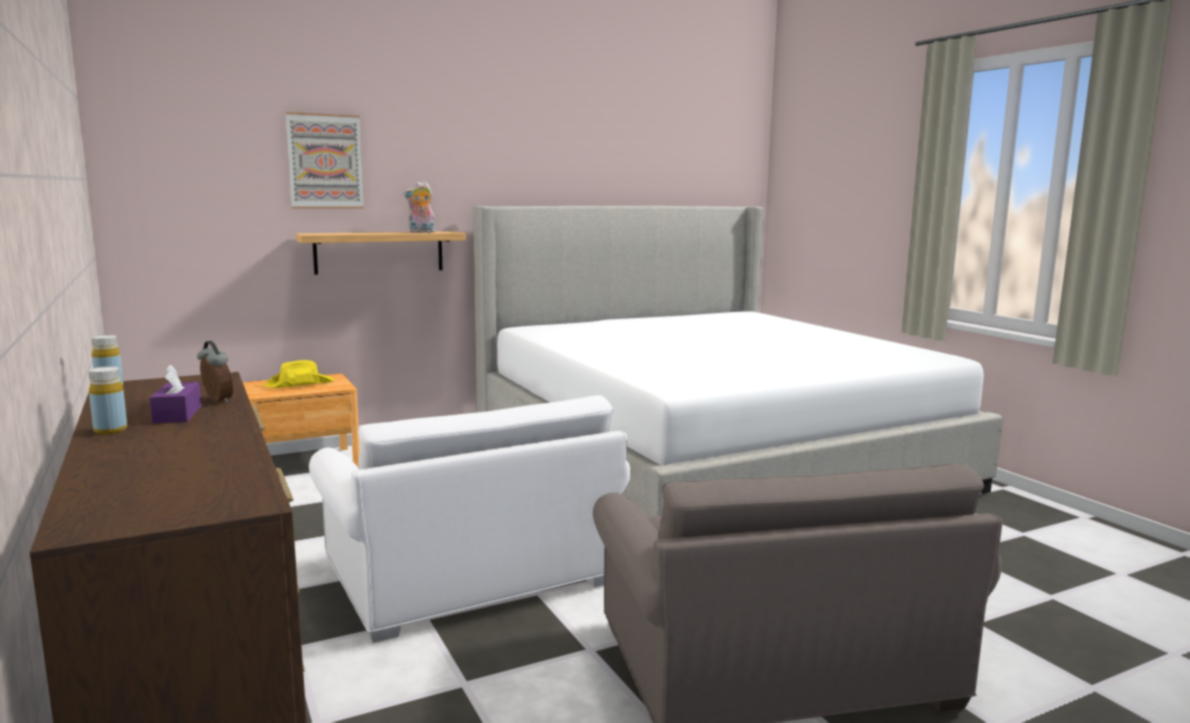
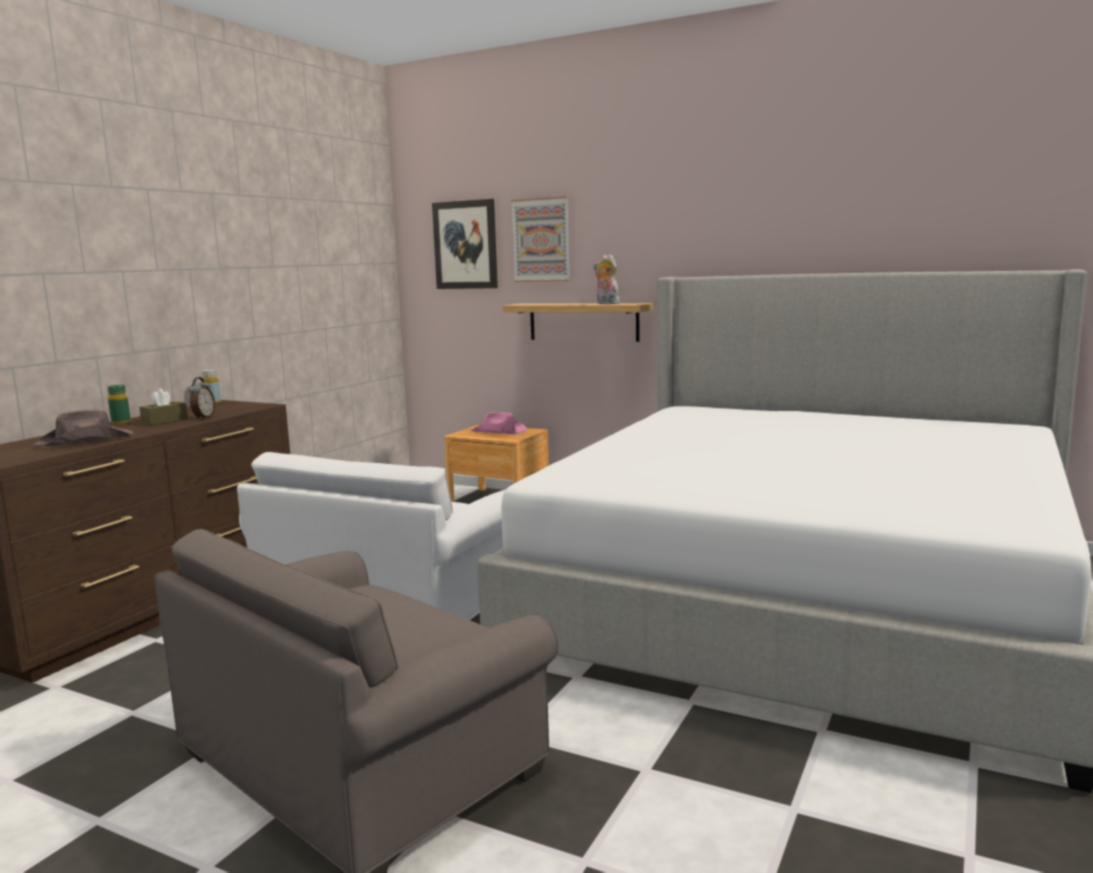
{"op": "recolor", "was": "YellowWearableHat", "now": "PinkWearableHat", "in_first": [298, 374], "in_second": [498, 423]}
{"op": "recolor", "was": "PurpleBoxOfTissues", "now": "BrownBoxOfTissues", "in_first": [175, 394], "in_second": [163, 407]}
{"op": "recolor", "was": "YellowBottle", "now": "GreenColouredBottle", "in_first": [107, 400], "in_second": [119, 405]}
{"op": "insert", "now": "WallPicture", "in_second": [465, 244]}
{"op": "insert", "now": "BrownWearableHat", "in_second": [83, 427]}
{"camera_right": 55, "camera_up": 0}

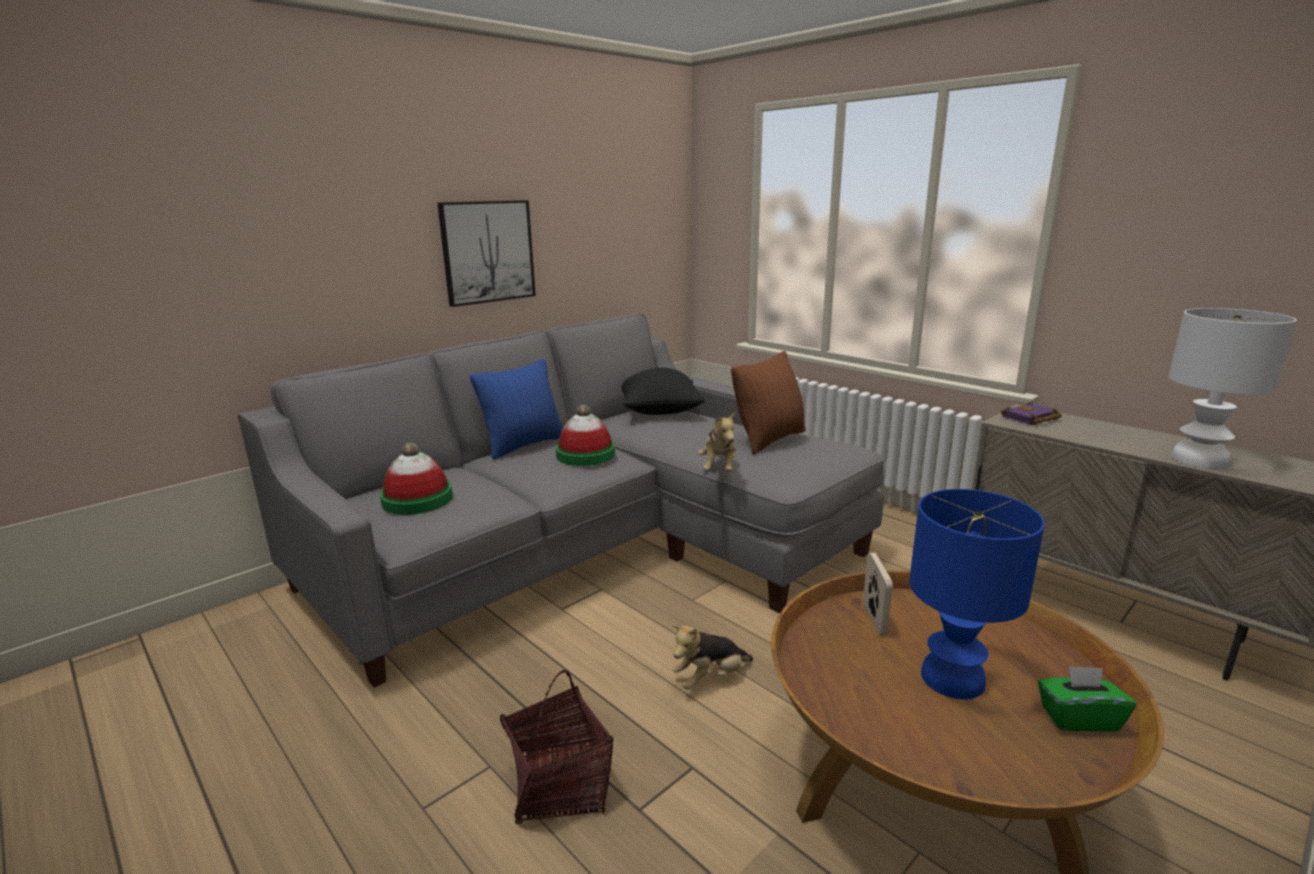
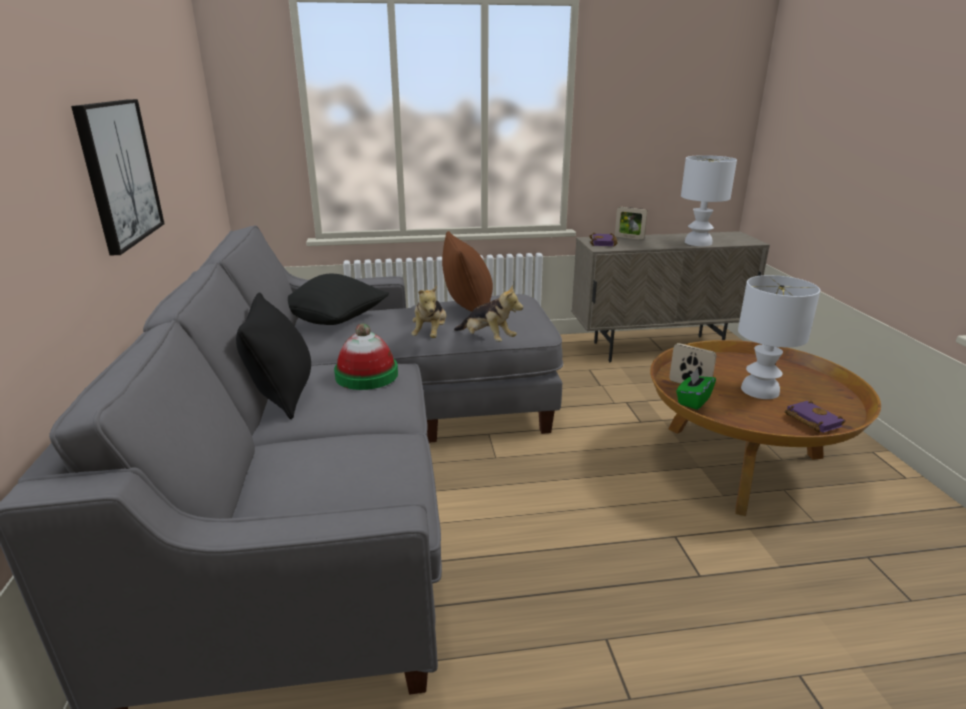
{"op": "recolor", "was": "BluishCushion", "now": "BlackColouredCushion", "in_first": [517, 409], "in_second": [273, 355]}
{"op": "delete", "was": "WearableHat", "in_first": [416, 478]}
{"op": "recolor", "was": "BluishLampForATable", "now": "WhiteLampForATable", "in_first": [977, 594], "in_second": [779, 337]}
{"op": "move", "was": "SoftToy", "in_first": [712, 657], "in_second": [428, 311]}
{"op": "move", "was": "GreenColouredBoxOfTissues", "in_first": [1087, 699], "in_second": [696, 389]}
{"op": "delete", "was": "HouseholdBasket", "in_first": [557, 747]}
{"op": "insert", "now": "PhotoFrame", "in_second": [631, 223]}
{"op": "insert", "now": "PurpleBoundBook", "in_second": [815, 417]}
{"camera_right": -55, "camera_up": 5}

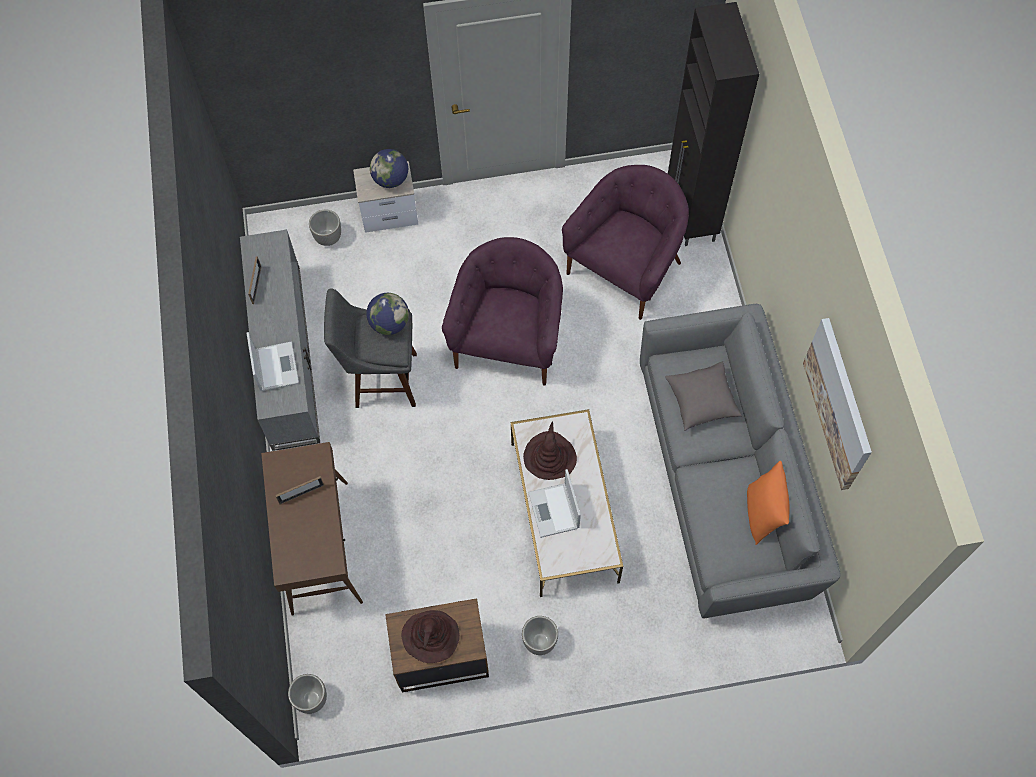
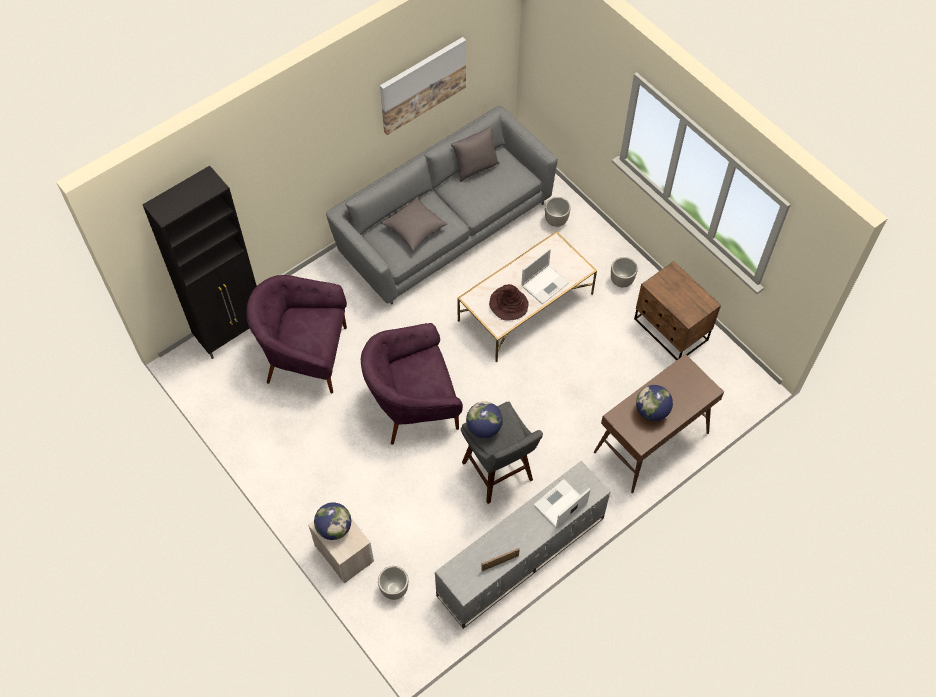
{"op": "recolor", "was": "OrangeColouredCushion", "now": "GrayCushion", "in_first": [768, 503], "in_second": [475, 154]}
{"op": "replace", "was": "PhotoFrame", "now": "Globe", "in_first": [299, 490], "in_second": [654, 403]}
{"op": "delete", "was": "BrownWearableHat", "in_first": [431, 636]}
{"op": "move", "was": "FlowerPot", "in_first": [307, 694], "in_second": [557, 212]}
{"camera_right": -120, "camera_up": -5}

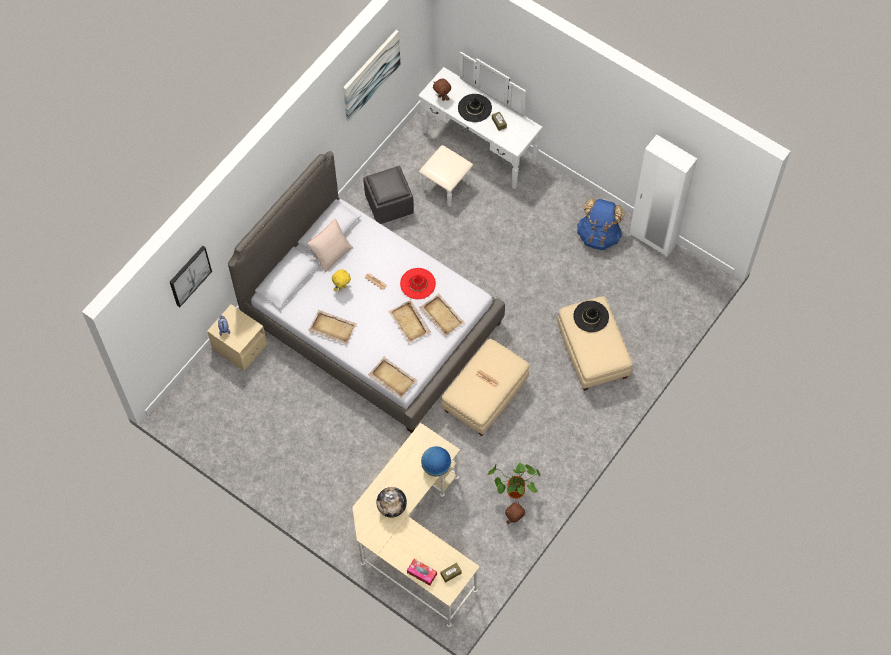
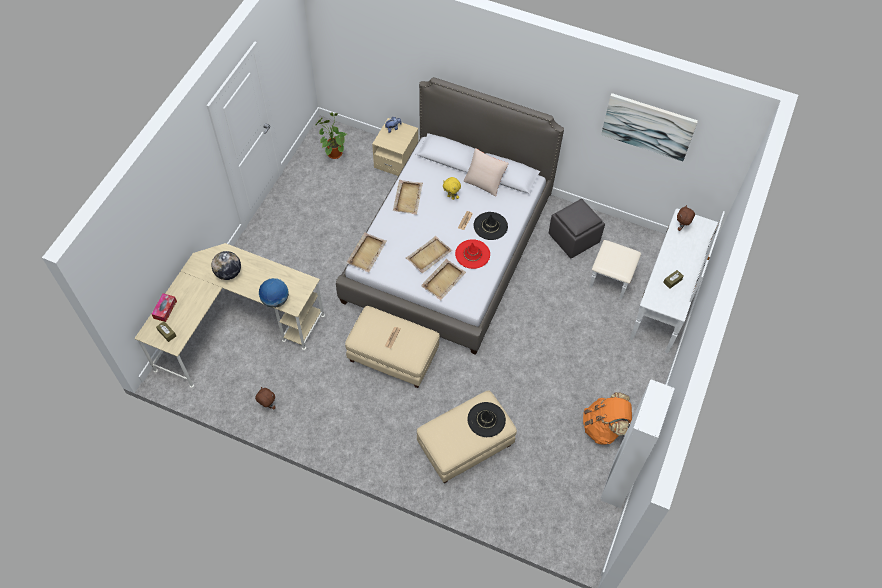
{"op": "move", "was": "BlackColouredWearableHat", "in_first": [475, 108], "in_second": [491, 226]}
{"op": "recolor", "was": "BluishRucksack", "now": "OrangeColouredRucksack", "in_first": [601, 224], "in_second": [607, 418]}
{"op": "delete", "was": "WallPicture", "in_first": [191, 276]}
{"op": "move", "was": "PlantInAPot", "in_first": [514, 481], "in_second": [331, 135]}
{"camera_right": 75, "camera_up": -5}

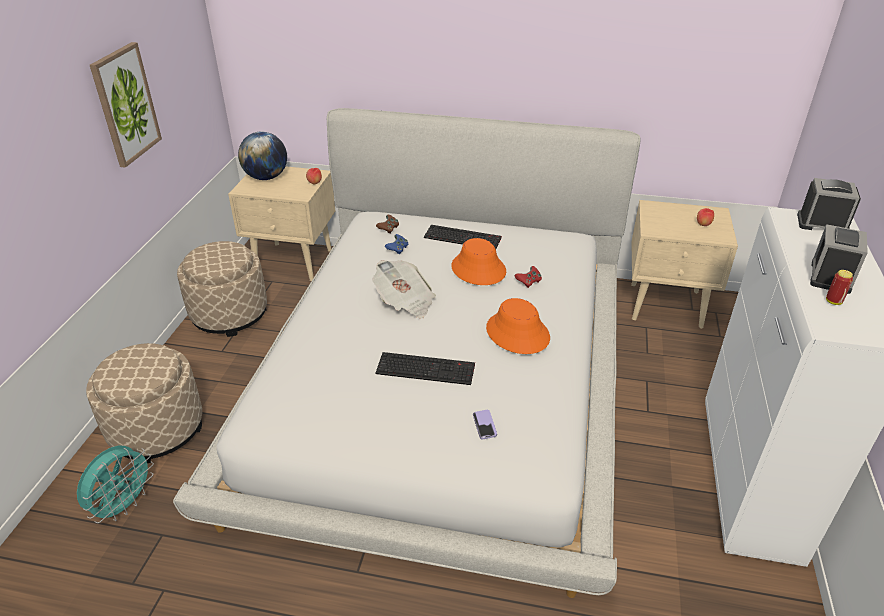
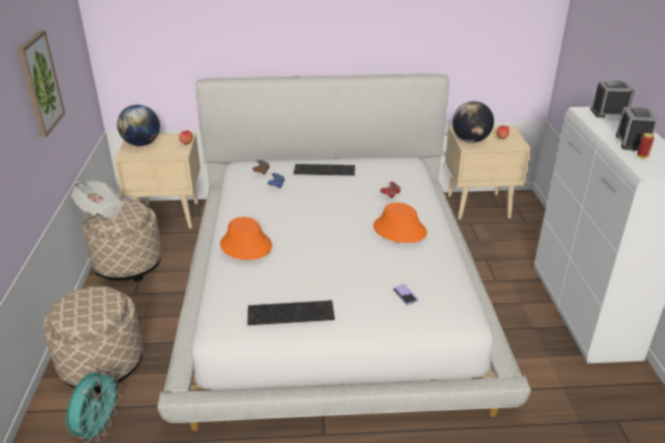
{"op": "move", "was": "OrangeColouredWearableHat", "in_first": [478, 261], "in_second": [246, 238]}
{"op": "move", "was": "Newspaper", "in_first": [404, 289], "in_second": [98, 200]}
{"op": "move", "was": "Keyboard", "in_first": [425, 368], "in_second": [291, 312]}
{"op": "insert", "now": "Globe", "in_second": [473, 122]}
{"camera_right": -15, "camera_up": -5}

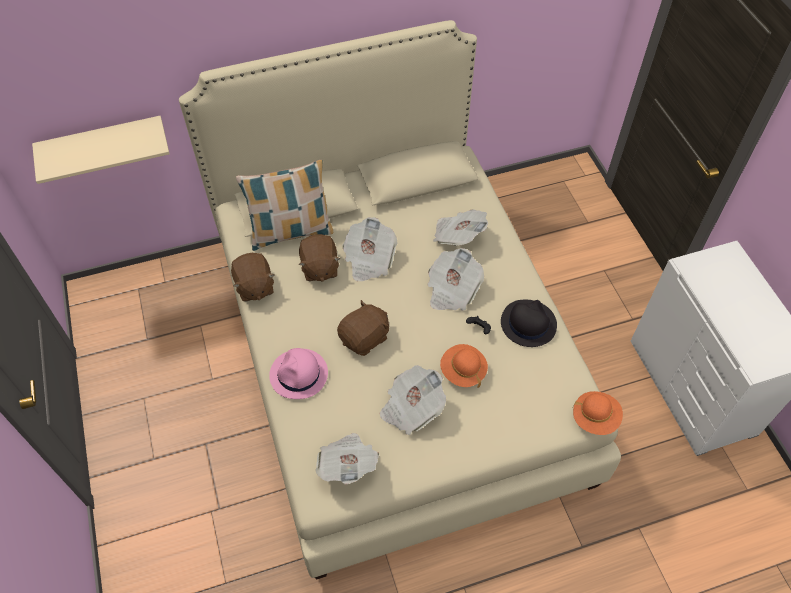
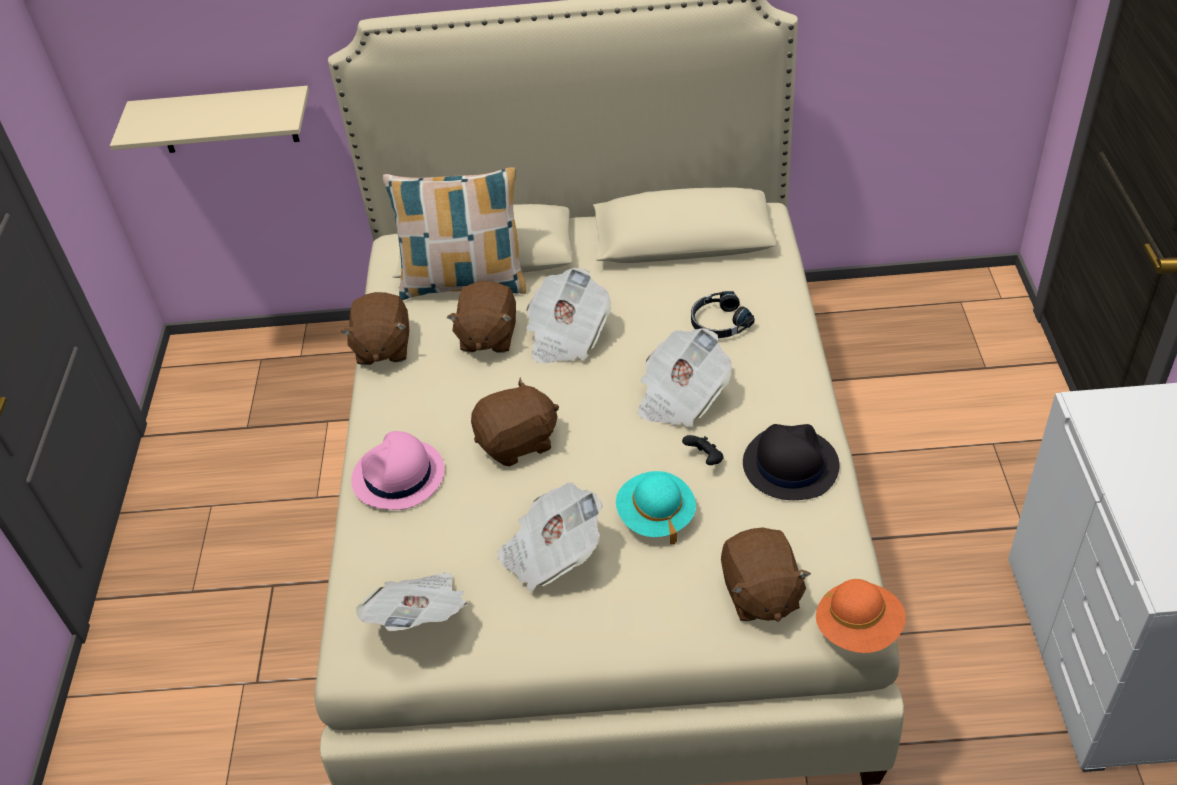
{"op": "replace", "was": "Newspaper", "now": "BlackColouredHeadphones", "in_first": [460, 227], "in_second": [722, 314]}
{"op": "recolor", "was": "OrangeColouredWearableHat", "now": "TurquoiseColouredWearableHat", "in_first": [464, 366], "in_second": [656, 508]}
{"op": "insert", "now": "BrownSoftToy", "in_second": [766, 574]}
{"camera_right": 20, "camera_up": -10}

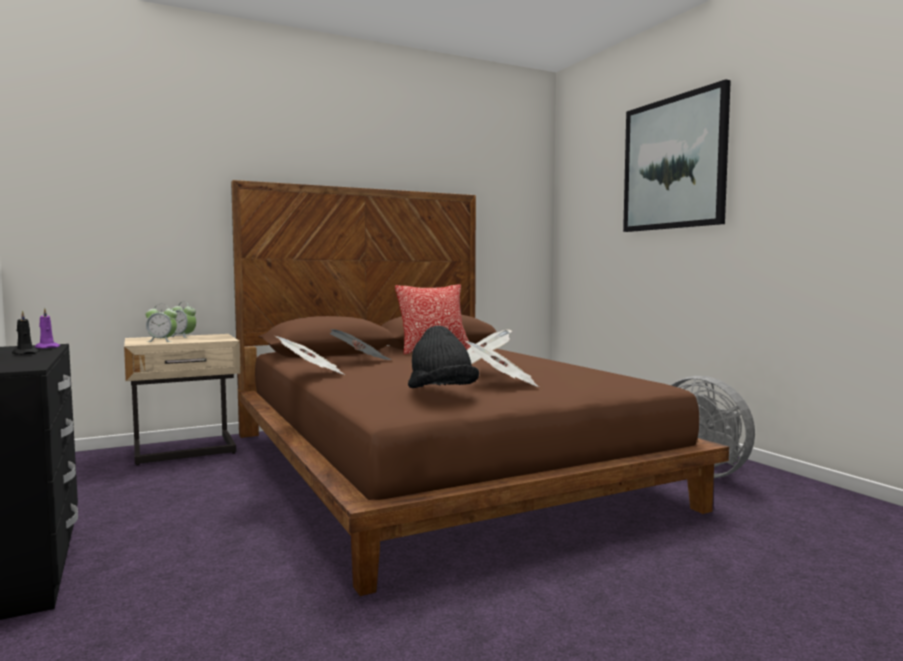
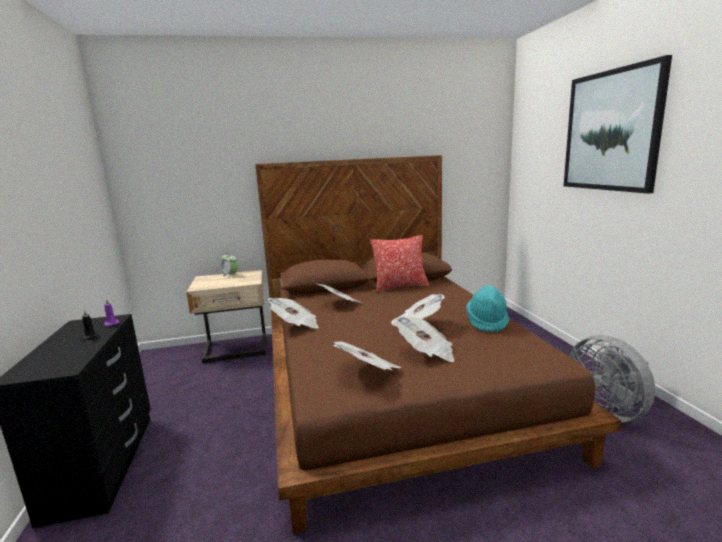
{"op": "delete", "was": "TableClock", "in_first": [161, 323]}
{"op": "replace", "was": "BlackColouredWearableHat", "now": "Newspaper", "in_first": [443, 357], "in_second": [367, 355]}
{"op": "insert", "now": "TurquoiseColouredWearableHat", "in_second": [487, 308]}
{"camera_right": 15, "camera_up": 10}

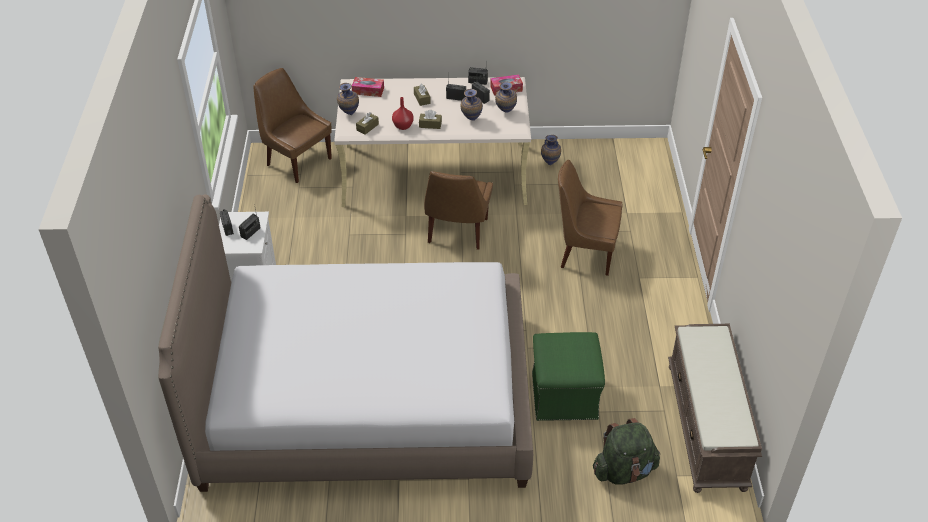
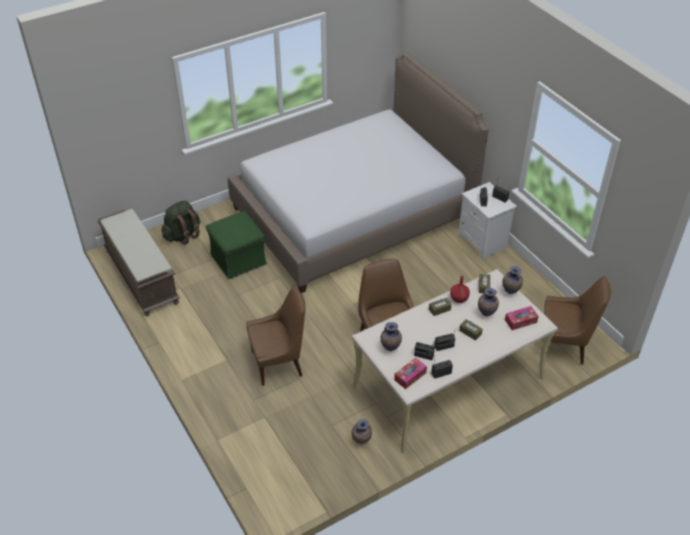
{"op": "move", "was": "FlowerVase", "in_first": [472, 105], "in_second": [488, 302]}
{"camera_right": 150, "camera_up": 0}

